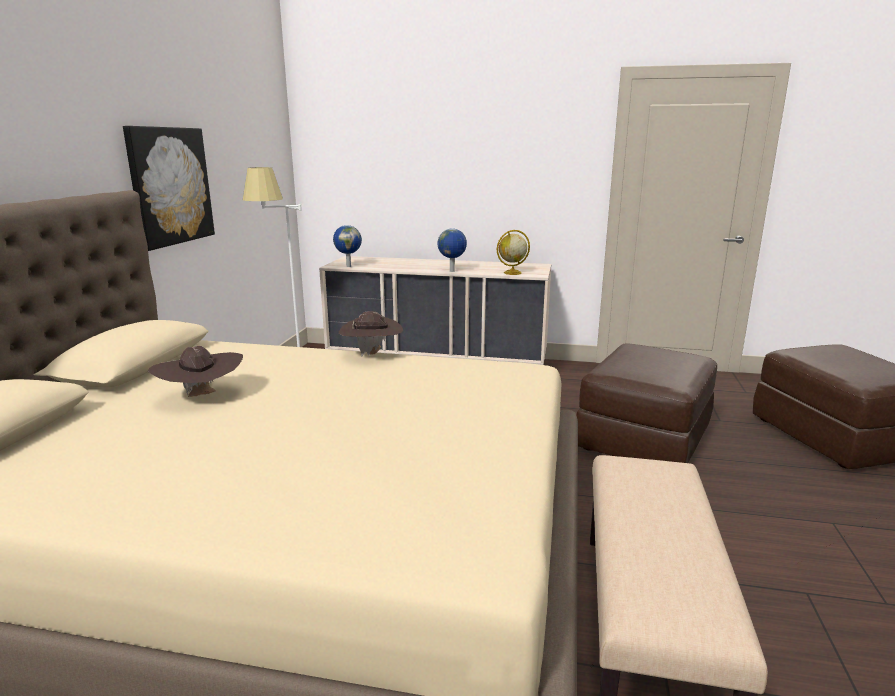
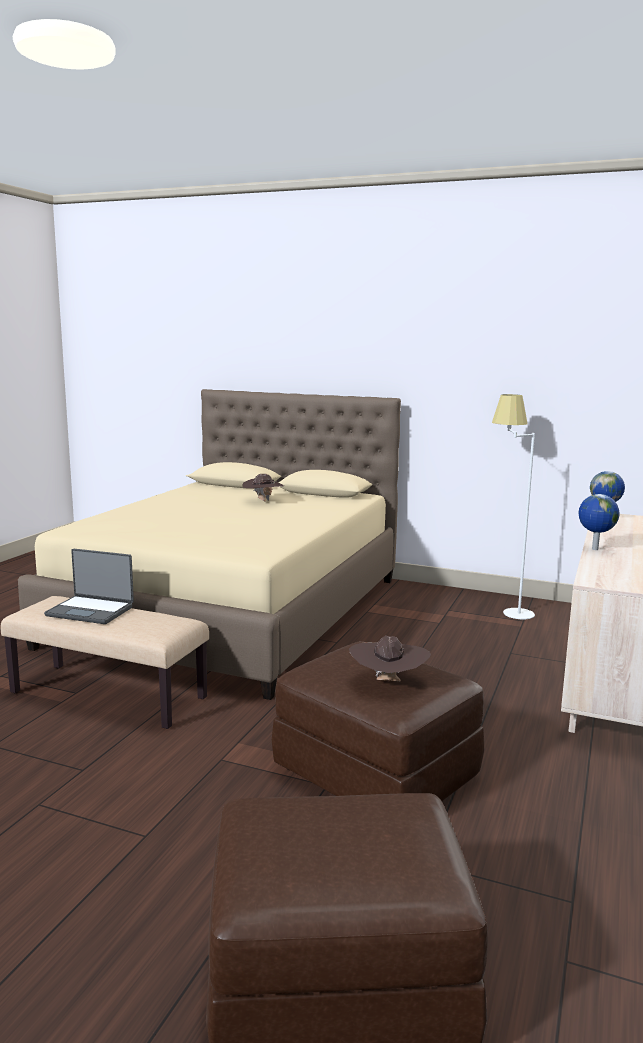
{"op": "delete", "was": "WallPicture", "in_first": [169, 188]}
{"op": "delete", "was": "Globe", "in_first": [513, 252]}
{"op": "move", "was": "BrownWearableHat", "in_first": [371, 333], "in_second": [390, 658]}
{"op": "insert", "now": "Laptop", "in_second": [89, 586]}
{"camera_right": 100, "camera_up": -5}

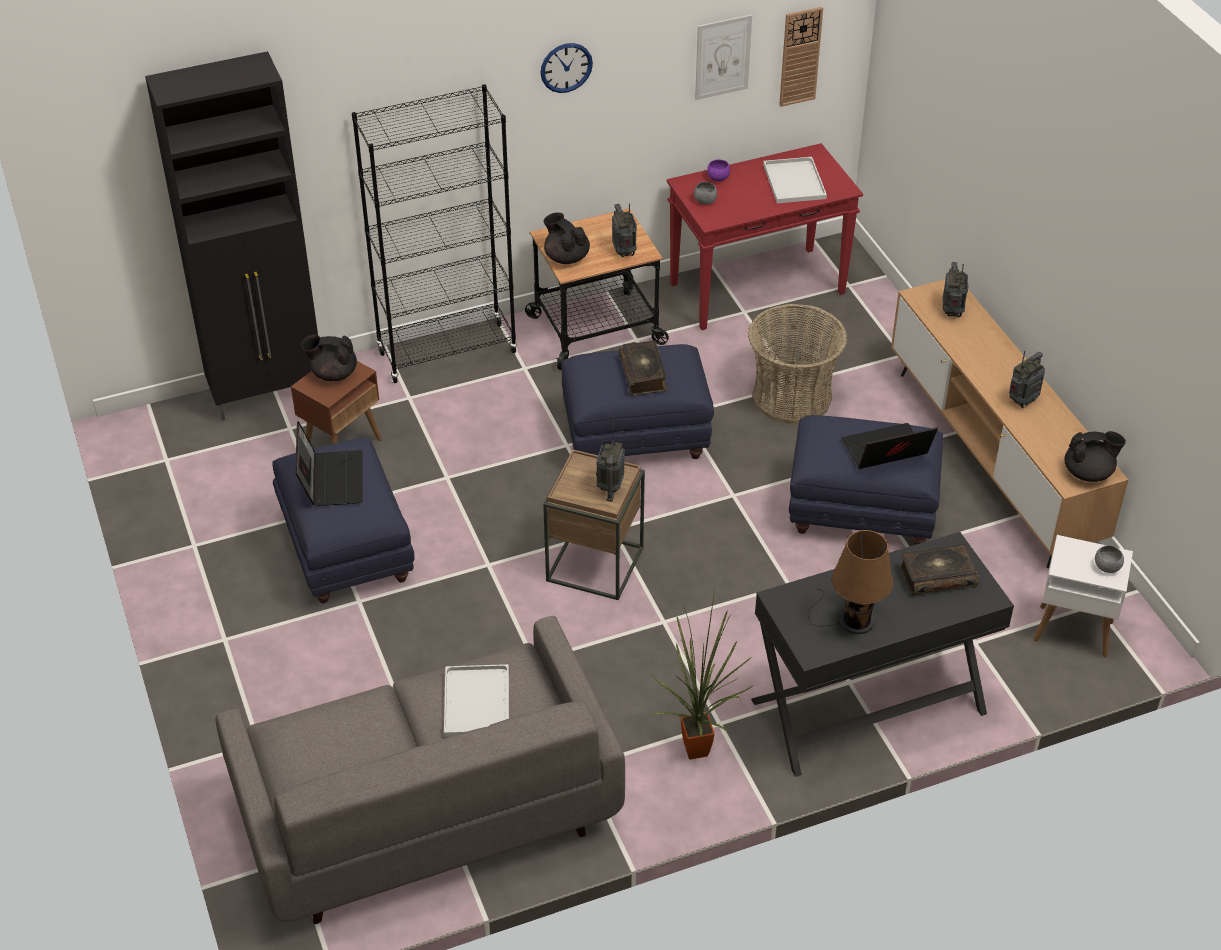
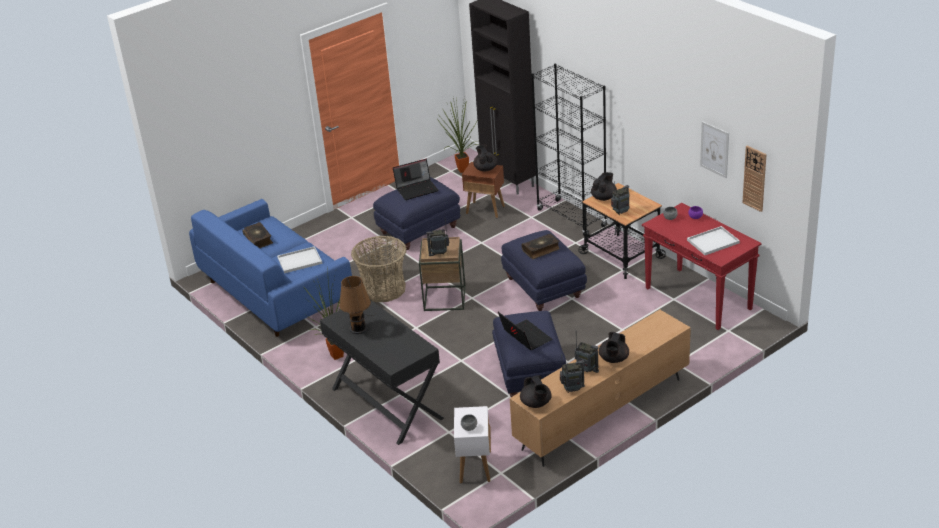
{"op": "delete", "was": "ClockOnTheWall", "in_first": [566, 68]}
{"op": "move", "was": "Radio", "in_first": [955, 289], "in_second": [572, 373]}
{"op": "move", "was": "HouseholdBasket", "in_first": [797, 364], "in_second": [379, 269]}
{"op": "move", "was": "BoundBook", "in_first": [939, 569], "in_second": [257, 235]}
{"op": "recolor", "was": "GraySofa", "now": "BluishSofa", "in_first": [420, 770], "in_second": [270, 268]}
{"op": "insert", "now": "PlantInAPot", "in_second": [458, 135]}
{"op": "insert", "now": "BlackColouredTeaPot", "in_second": [614, 347]}
{"camera_right": 75, "camera_up": -10}

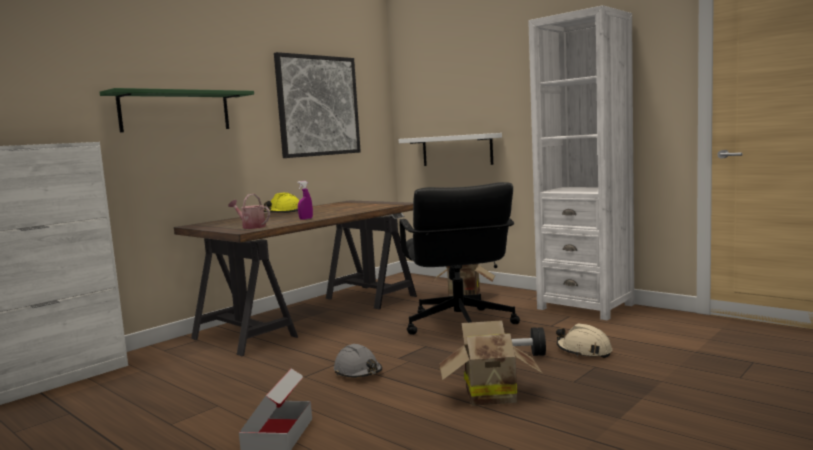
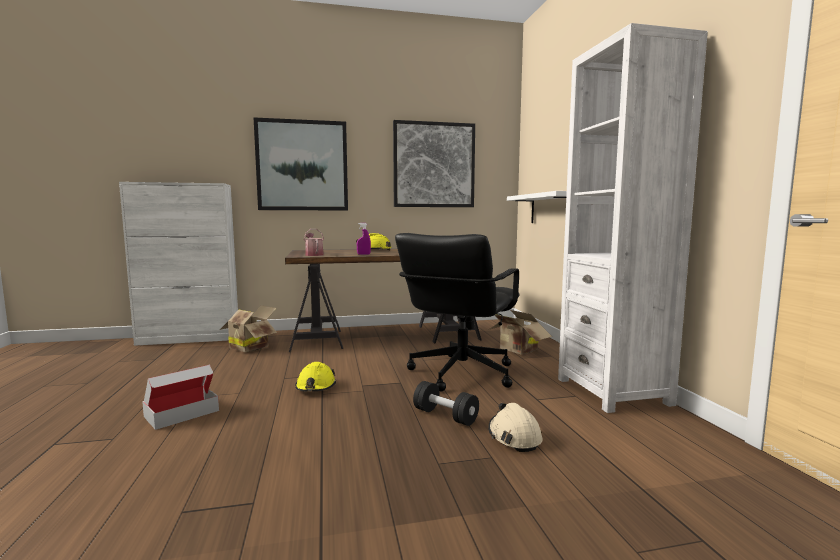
{"op": "replace", "was": "GreenColouredBracketShelf", "now": "WallPicture", "in_first": [177, 110], "in_second": [300, 163]}
{"op": "move", "was": "CardboardBox", "in_first": [491, 363], "in_second": [248, 328]}
{"op": "recolor", "was": "GrayWorkHelmet", "now": "YellowWorkHelmet", "in_first": [358, 361], "in_second": [315, 377]}
{"camera_right": 35, "camera_up": 0}

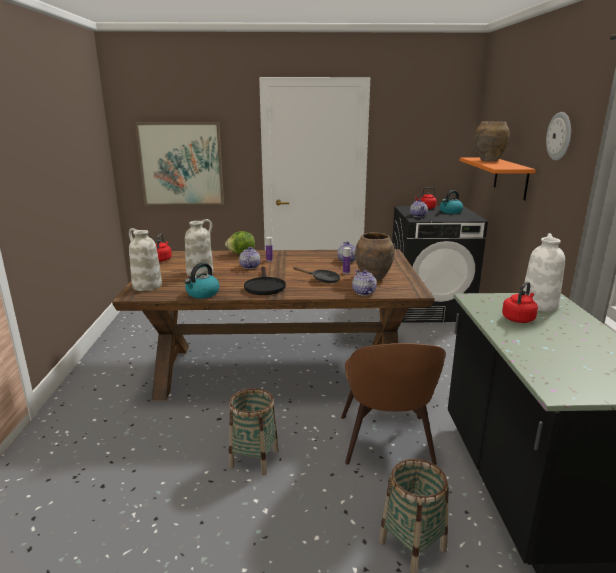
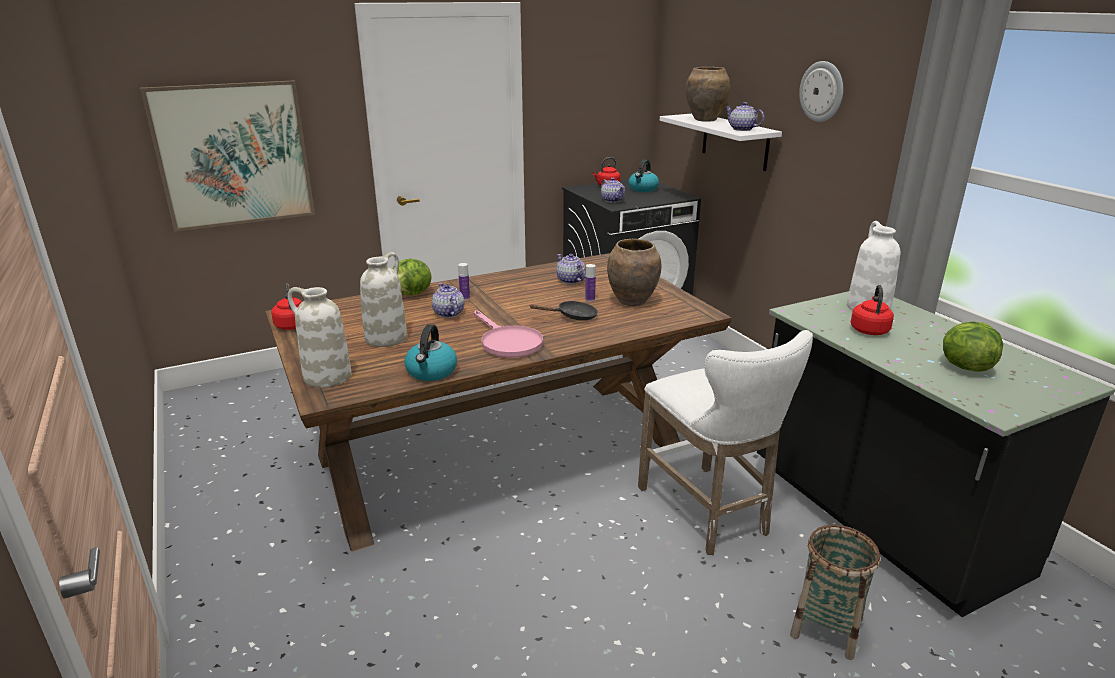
{"op": "recolor", "was": "OrangeColouredBracketShelf", "now": "WhiteBracketShelf", "in_first": [498, 179], "in_second": [721, 142]}
{"op": "recolor", "was": "BlackColouredSkillet", "now": "PinkSkillet", "in_first": [265, 280], "in_second": [508, 334]}
{"op": "move", "was": "TeaPot", "in_first": [364, 283], "in_second": [744, 116]}
{"op": "replace", "was": "BrownUprightChair", "now": "WhiteSittingStool", "in_first": [393, 404], "in_second": [725, 442]}
{"op": "delete", "was": "HouseholdBasket", "in_first": [254, 431]}
{"op": "insert", "now": "Lettuce", "in_second": [973, 346]}
{"camera_right": -25, "camera_up": 5}

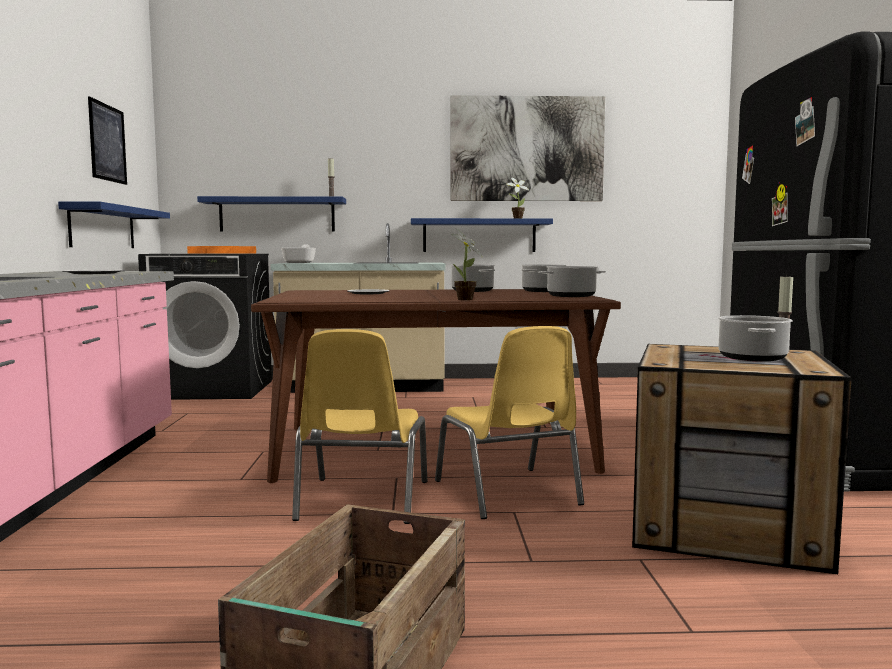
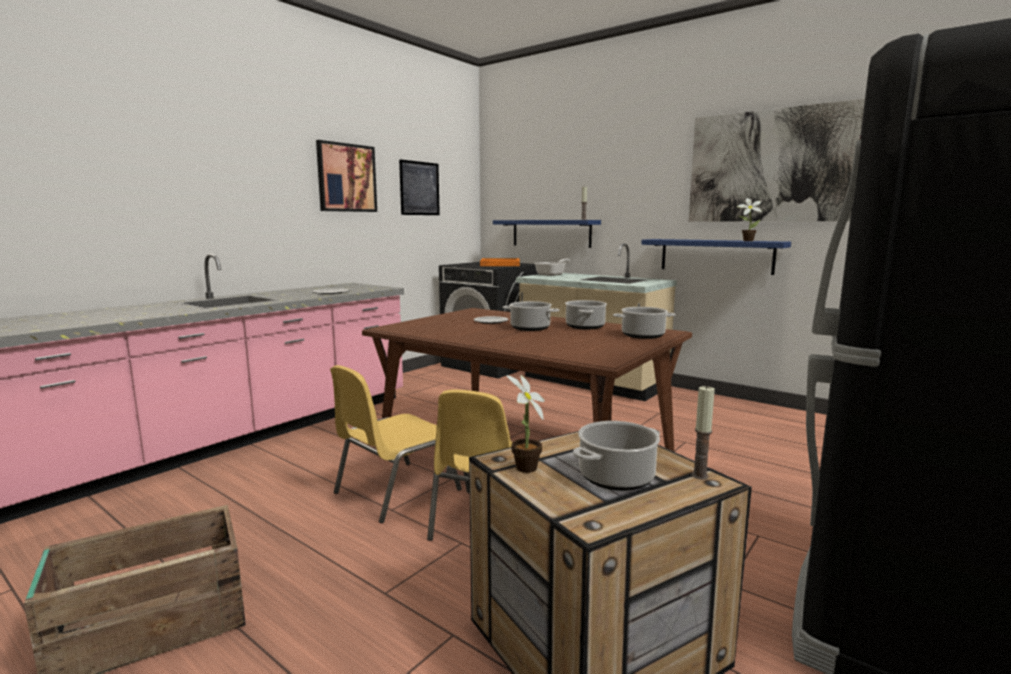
{"op": "delete", "was": "BluishBracketShelf", "in_first": [114, 224]}
{"op": "move", "was": "PlantInAPot", "in_first": [467, 264], "in_second": [525, 424]}
{"op": "move", "was": "CookingPot", "in_first": [572, 281], "in_second": [531, 316]}
{"op": "insert", "now": "WallPicture", "in_second": [346, 176]}
{"camera_right": 40, "camera_up": 5}

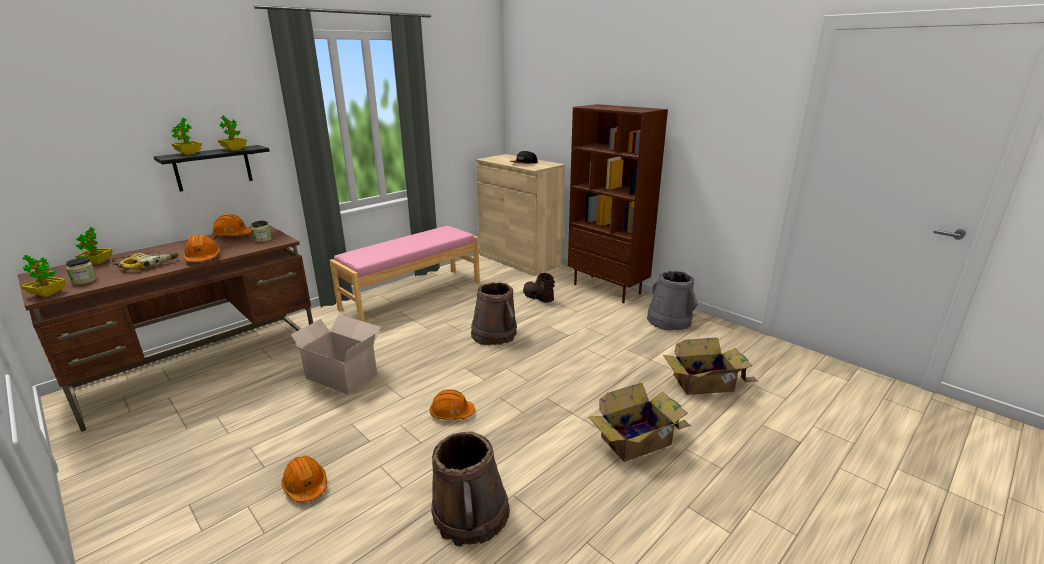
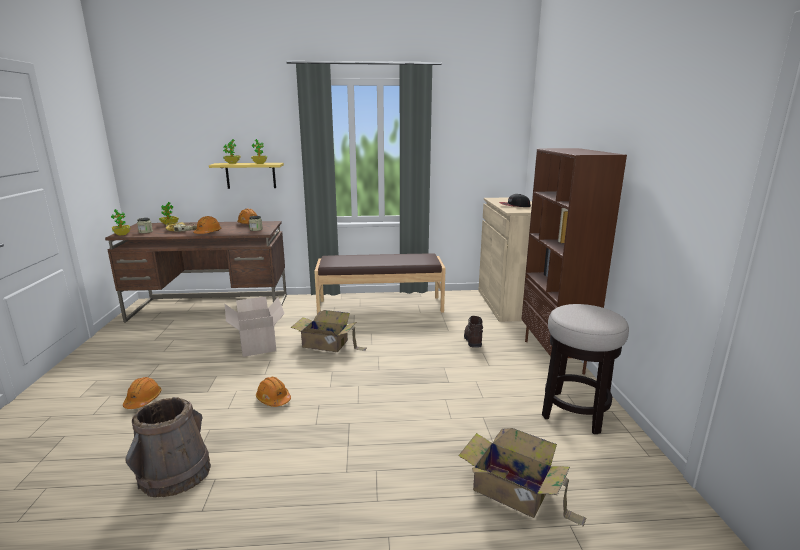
{"op": "recolor", "was": "BlackColouredBracketShelf", "now": "YellowBracketShelf", "in_first": [212, 168], "in_second": [246, 176]}
{"op": "recolor", "was": "PinkLongSeat", "now": "BrownLongSeat", "in_first": [404, 274], "in_second": [380, 284]}
{"op": "replace", "was": "GrayBucket", "now": "SittingStool", "in_first": [672, 300], "in_second": [585, 369]}
{"op": "delete", "was": "BrownBucket", "in_first": [494, 313]}
{"op": "move", "was": "CardboardBox", "in_first": [640, 422], "in_second": [329, 331]}
{"camera_right": 40, "camera_up": -5}

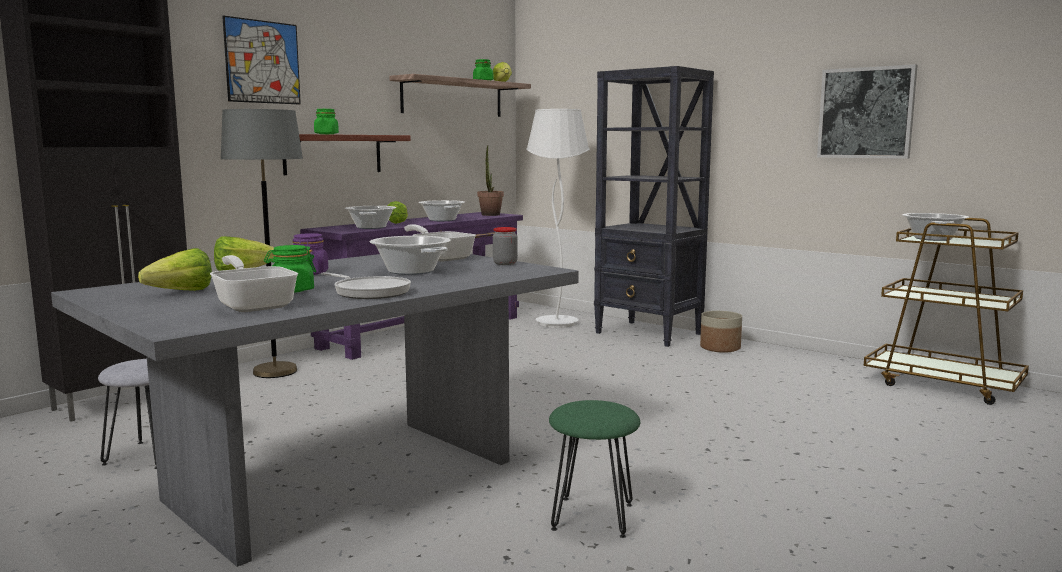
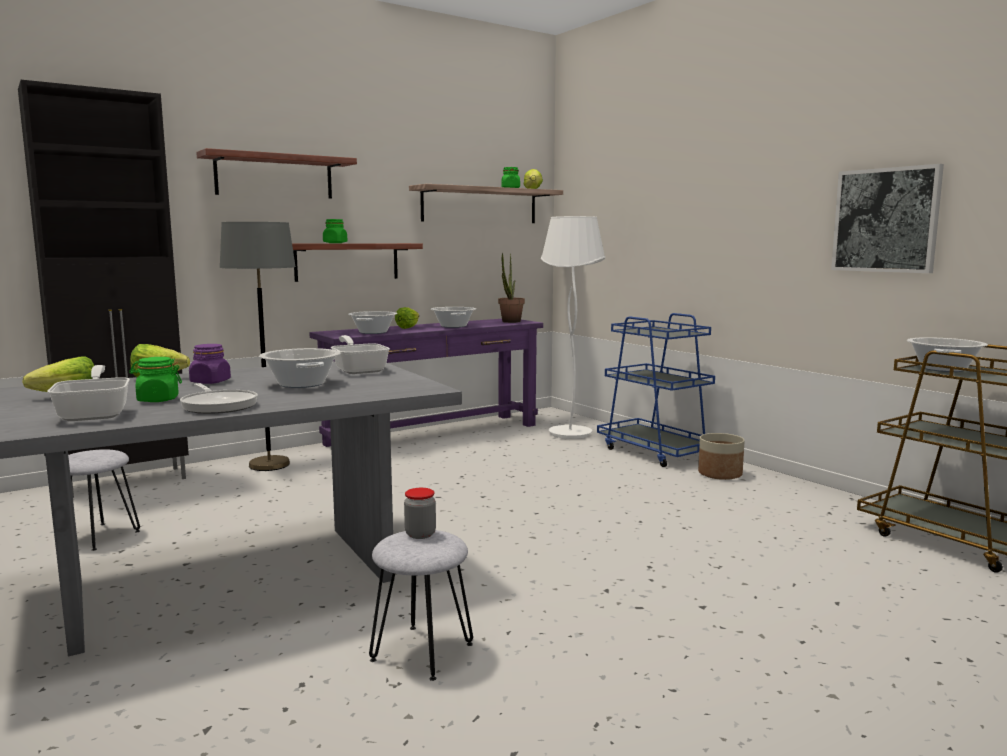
{"op": "replace", "was": "WallPicture", "now": "BracketShelf", "in_first": [261, 60], "in_second": [276, 173]}
{"op": "replace", "was": "BlackColouredBookcase", "now": "BluishTrolley", "in_first": [654, 206], "in_second": [656, 390]}
{"op": "move", "was": "PreserveJar", "in_first": [505, 246], "in_second": [420, 513]}
{"op": "recolor", "was": "GreenColouredSittingStool", "now": "GraySittingStool", "in_first": [594, 469], "in_second": [421, 605]}
{"camera_right": 15, "camera_up": 0}

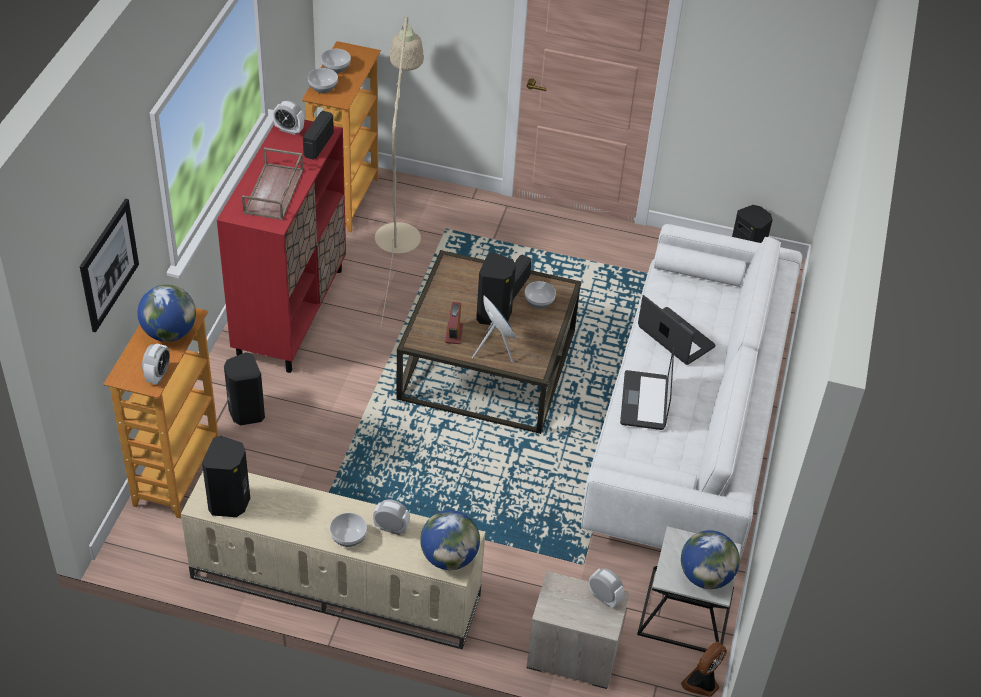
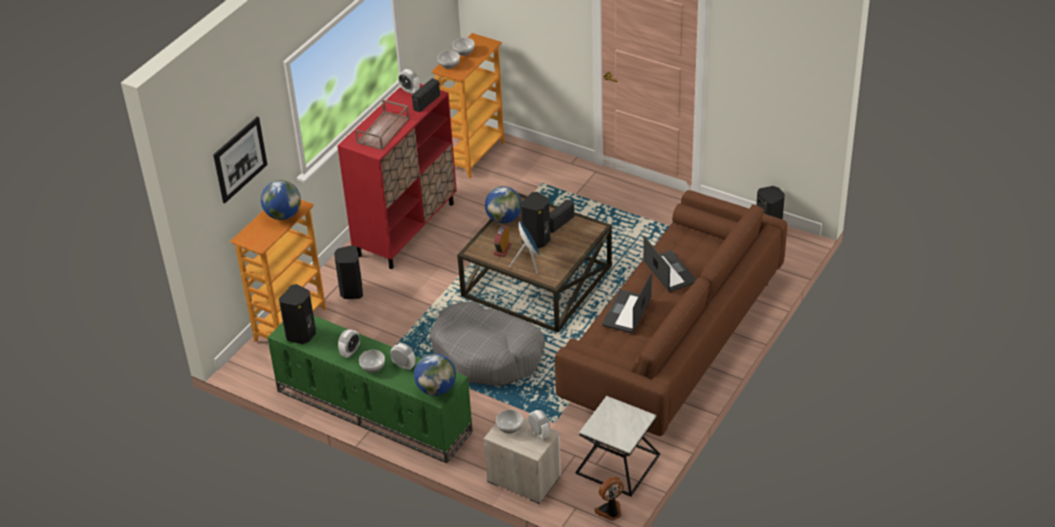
{"op": "delete", "was": "BeigeColouredFloorLamp", "in_first": [399, 172]}
{"op": "recolor", "was": "WhiteSofa", "now": "BrownSofa", "in_first": [691, 392], "in_second": [671, 313]}
{"op": "move", "was": "Bowl", "in_first": [540, 295], "in_second": [509, 421]}
{"op": "move", "was": "TableClock", "in_first": [156, 364], "in_second": [349, 343]}
{"op": "recolor", "was": "BeigeColouredMediaConsole", "now": "GreenColouredMediaConsole", "in_first": [333, 560], "in_second": [370, 389]}
{"op": "move", "was": "Globe", "in_first": [710, 559], "in_second": [503, 205]}
{"op": "insert", "now": "GrayDogCushion", "in_second": [487, 344]}
{"camera_right": 20, "camera_up": -5}

